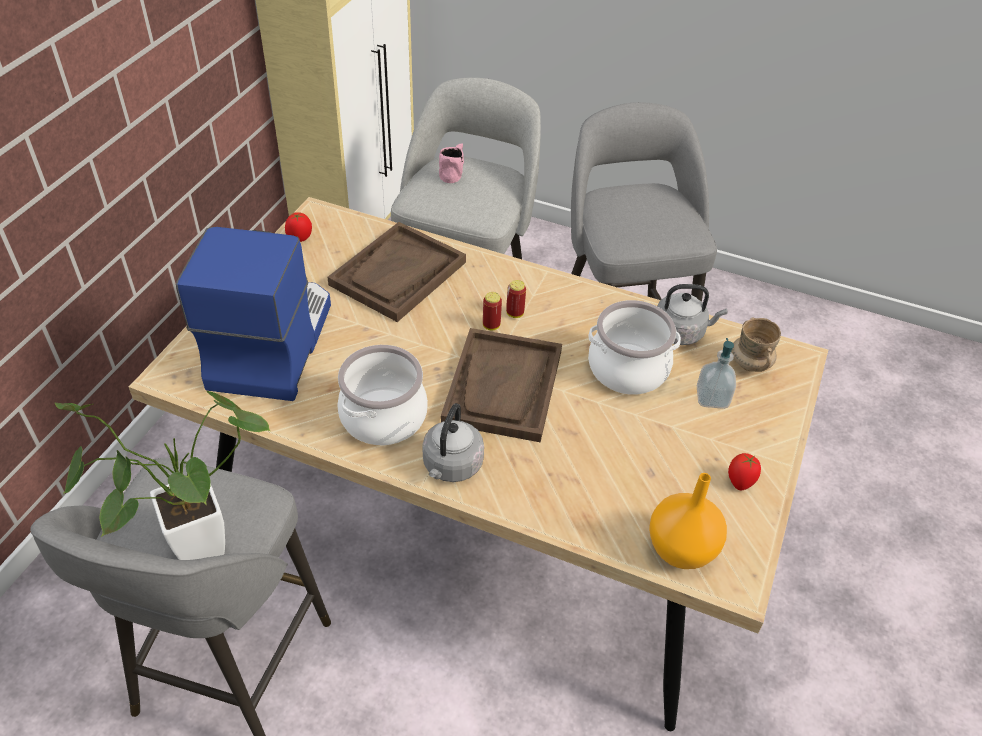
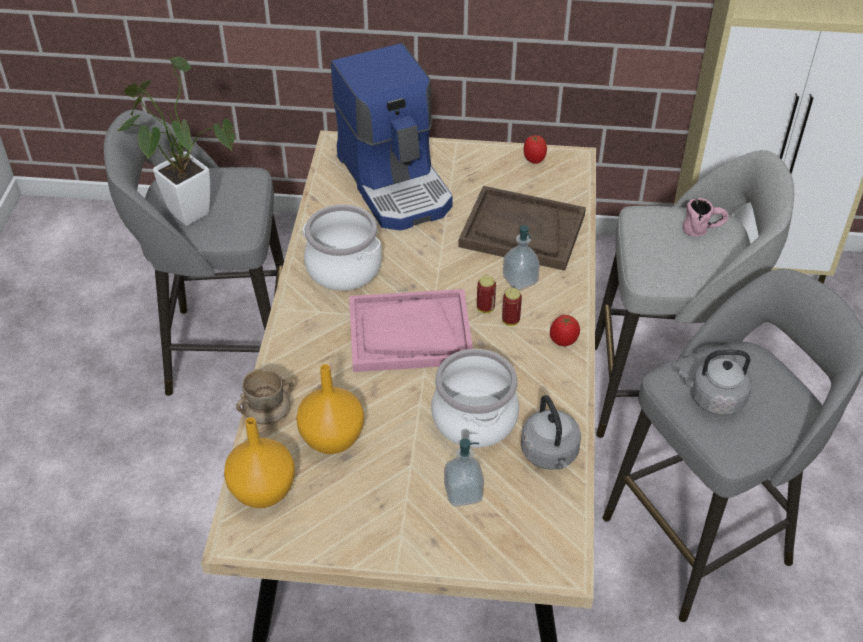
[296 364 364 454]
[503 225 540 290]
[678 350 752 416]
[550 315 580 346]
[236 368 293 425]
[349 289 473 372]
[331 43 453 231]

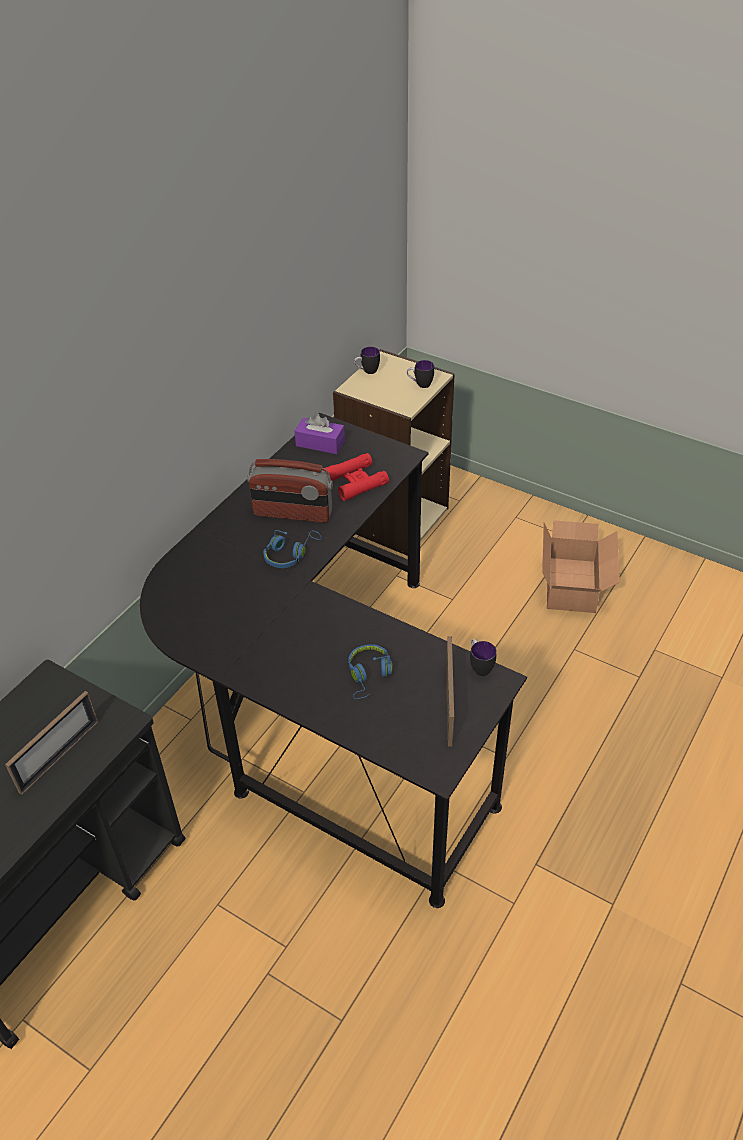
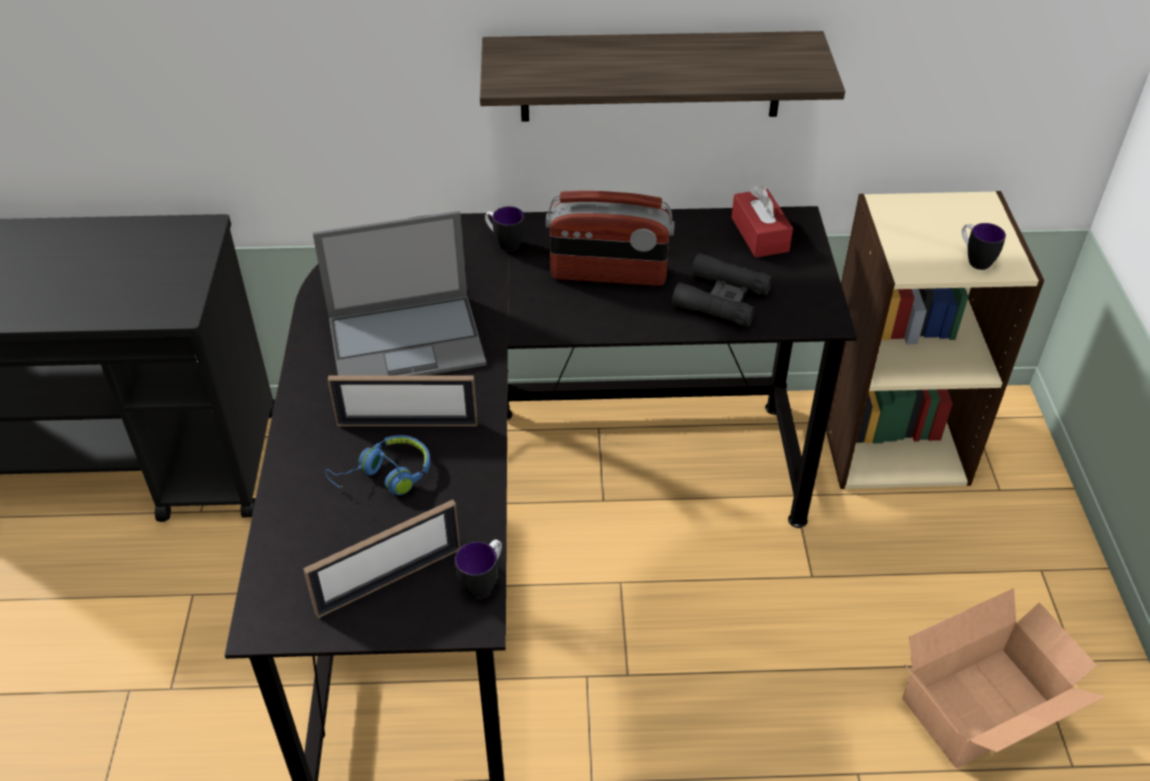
[263 530 321 568] (first image)
[313 211 486 376]
[480 31 845 122]
[327 376 478 426]
[485 206 525 252]
[731 186 793 258]
[672 253 773 327]
[546 191 675 286]

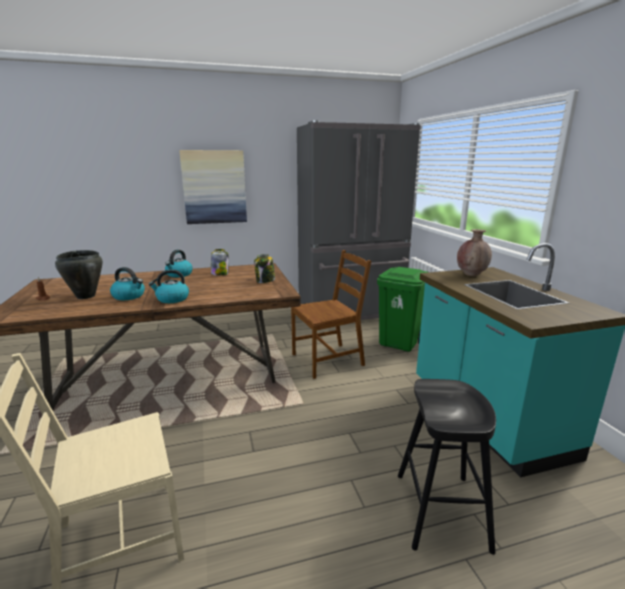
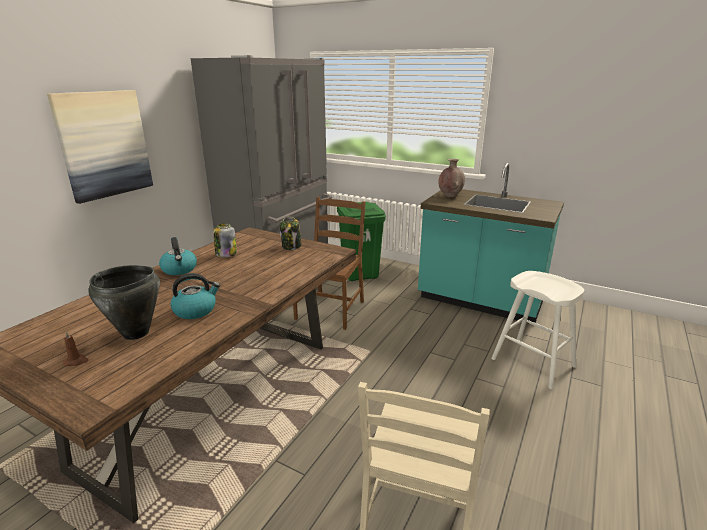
[148 269 189 303] (first image)
[491 271 584 389]

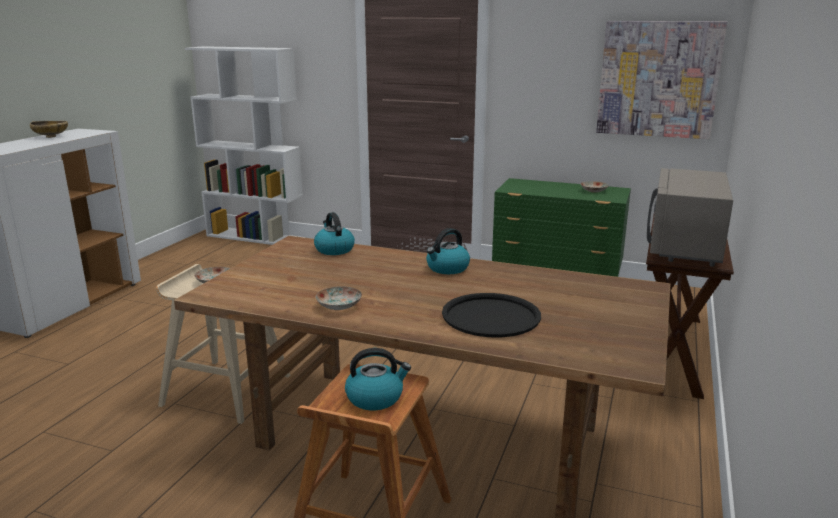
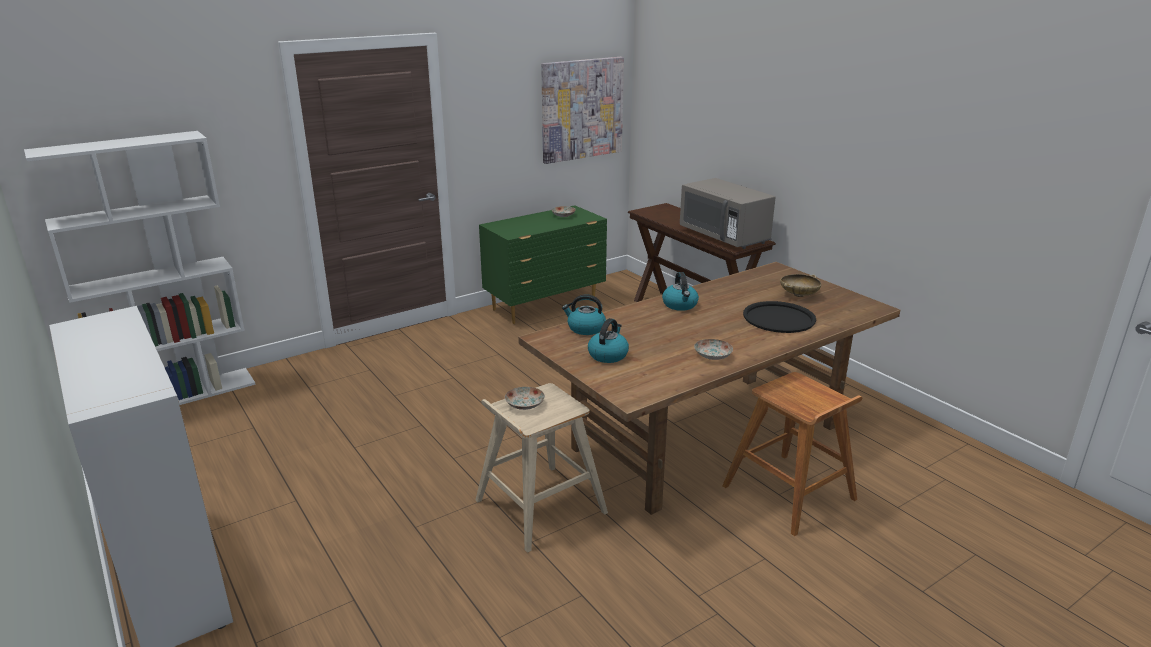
[780 274 821 297]
[588 318 629 363]

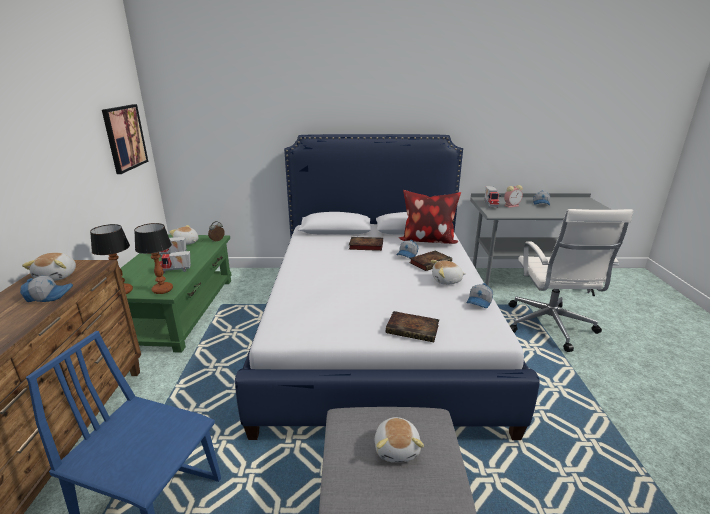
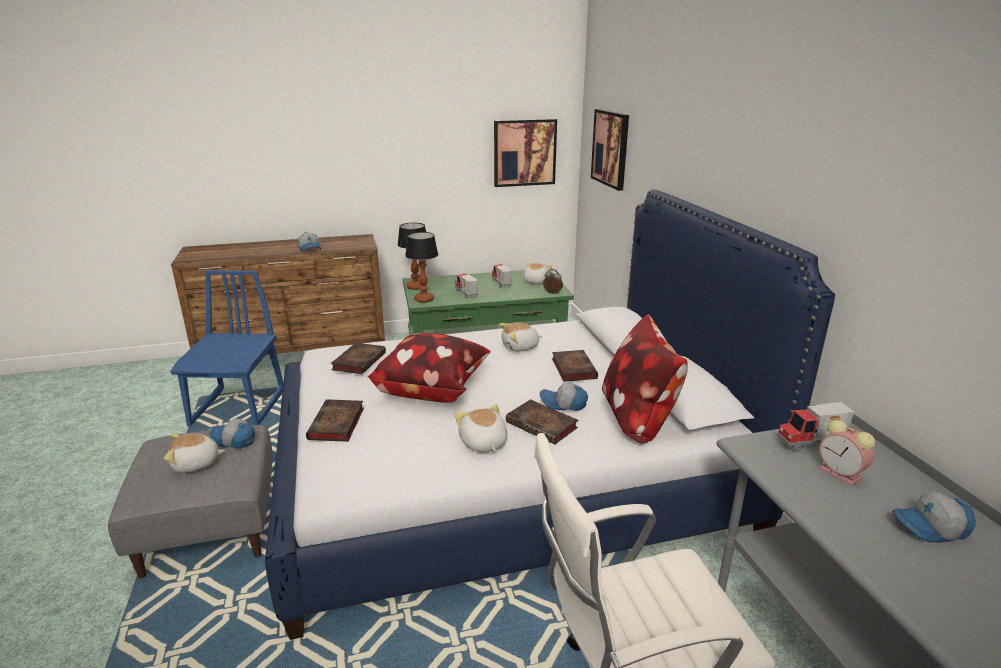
[331 343 386 374]
[367 333 490 403]
[591 109 629 191]
[499 323 542 352]
[209 419 255 448]

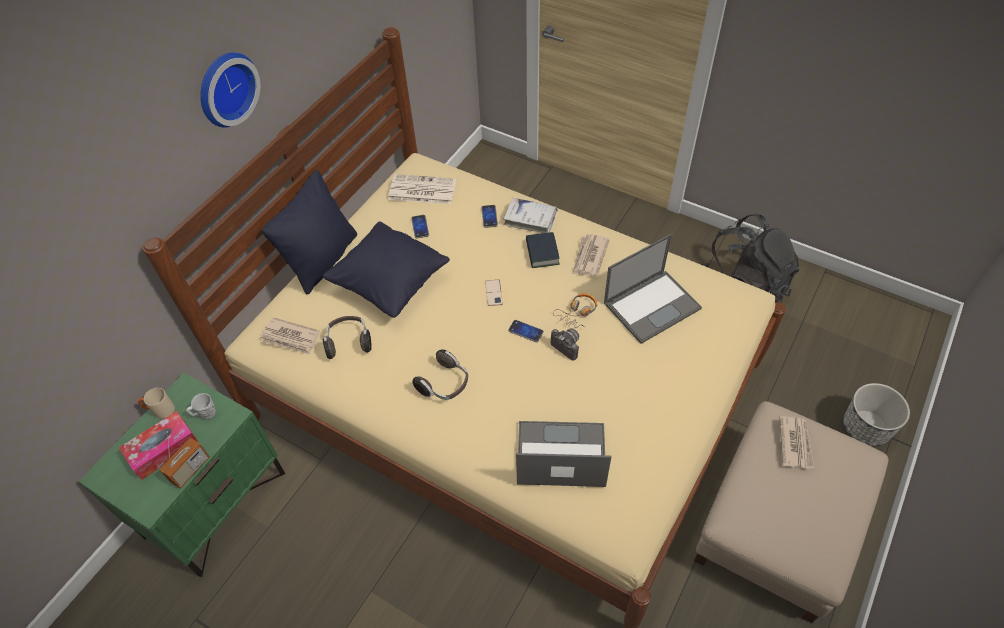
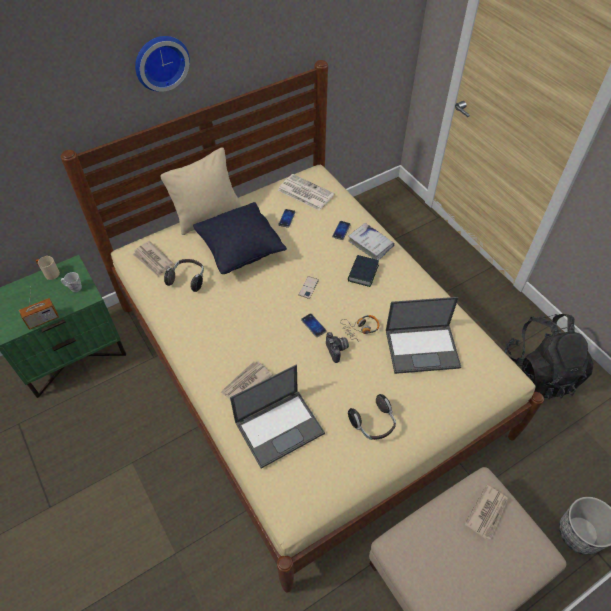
[119 411 199 480] (first image)
[348 394 396 440]
[221 361 273 399]
[160 147 241 235]
[230 364 325 469]

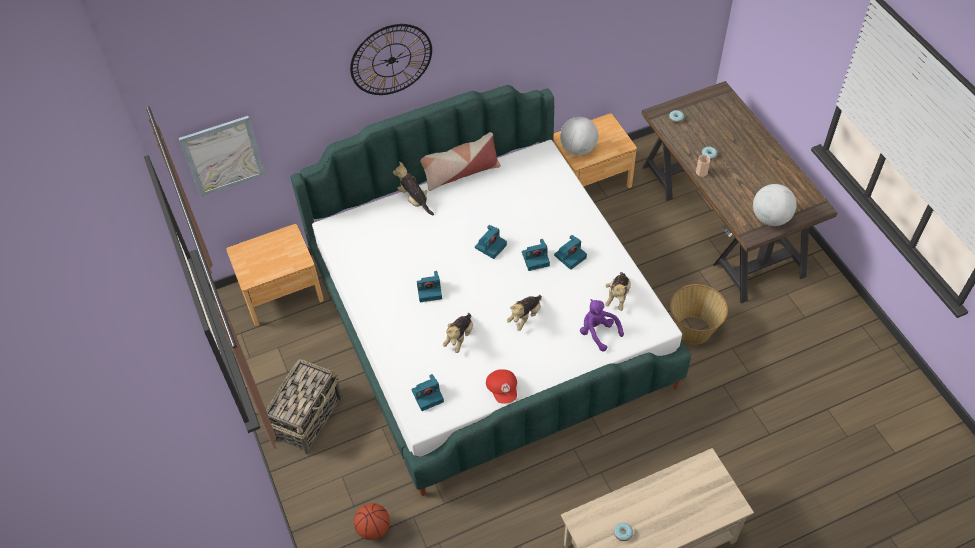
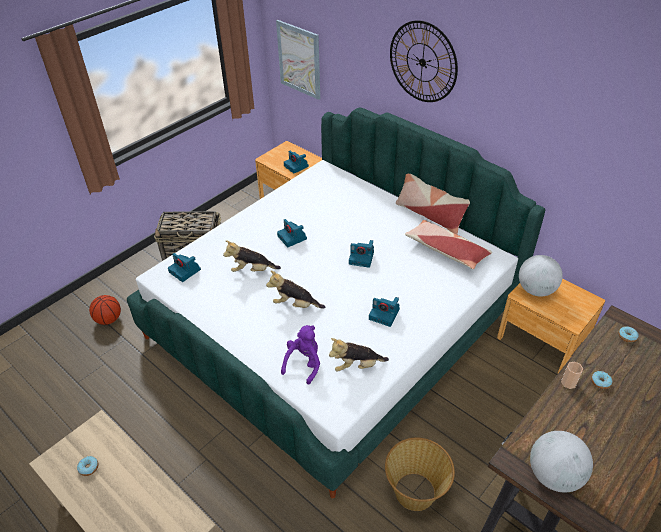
[393 162 434 215] (first image)
[486 369 517 404] (first image)
[405 220 492 269]
[284 151 309 173]

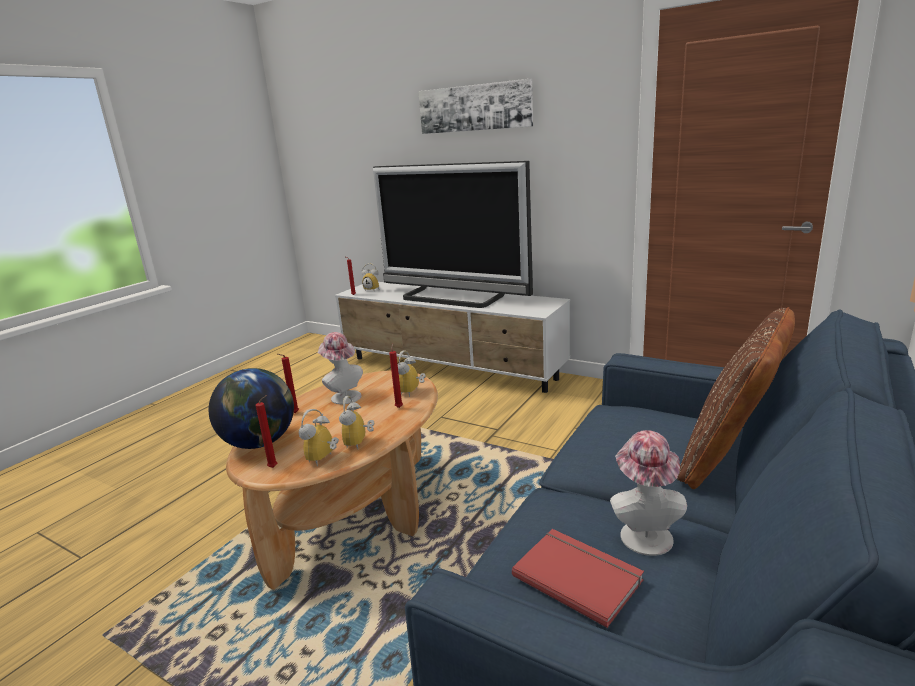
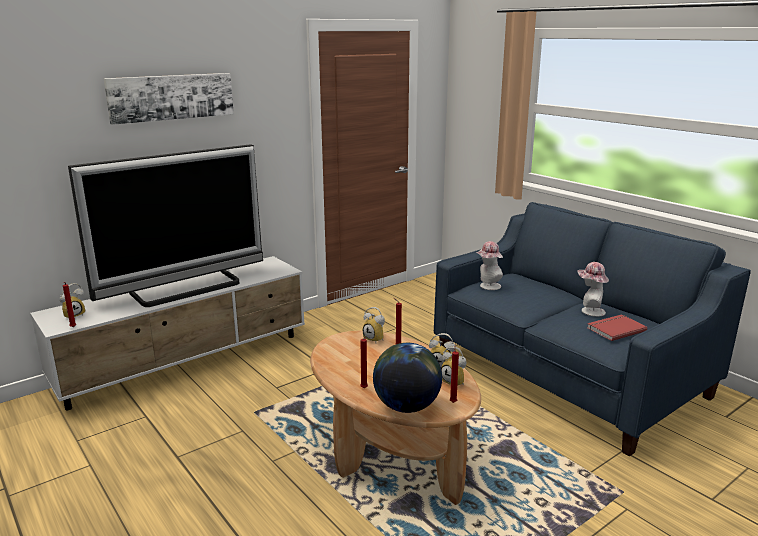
[677 307 795 489] (first image)
[476 241 503 290]

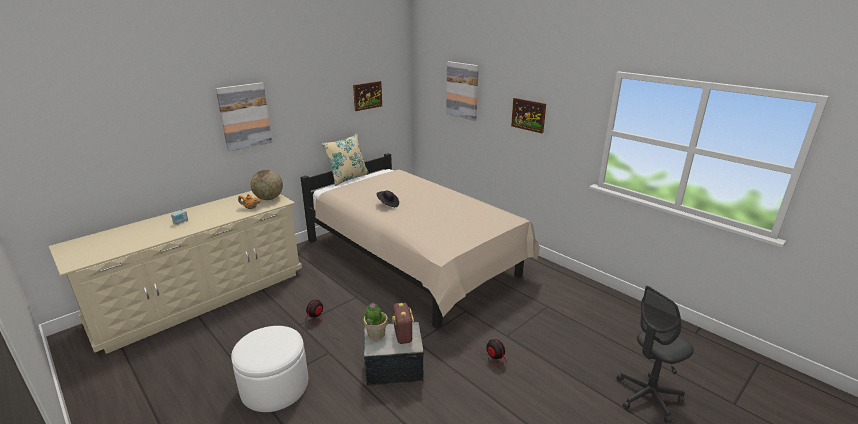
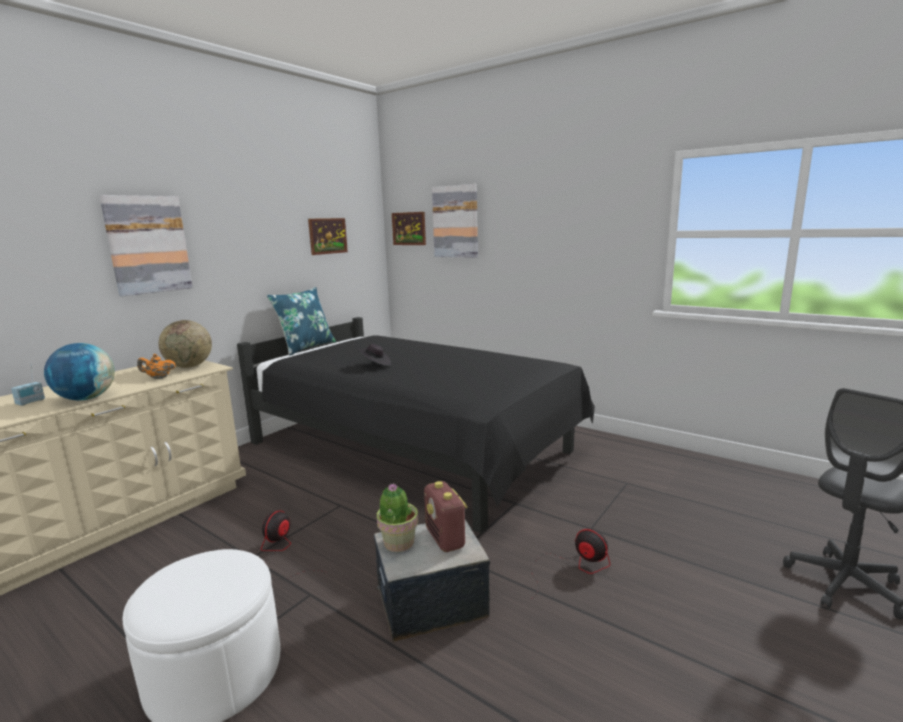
[44 343 115 400]
[392 212 426 245]
[237 317 595 533]
[267 287 336 356]

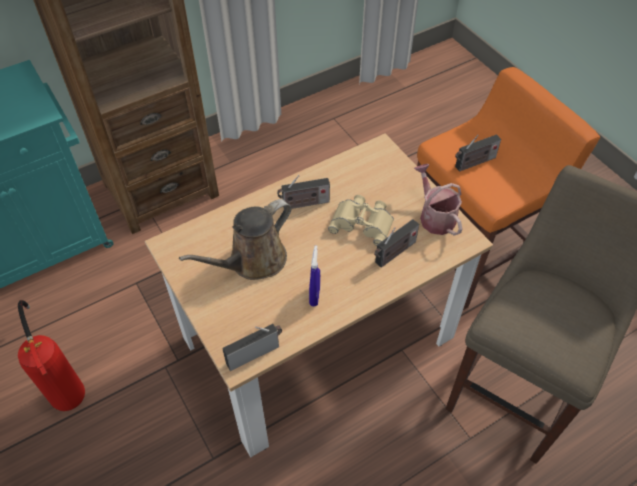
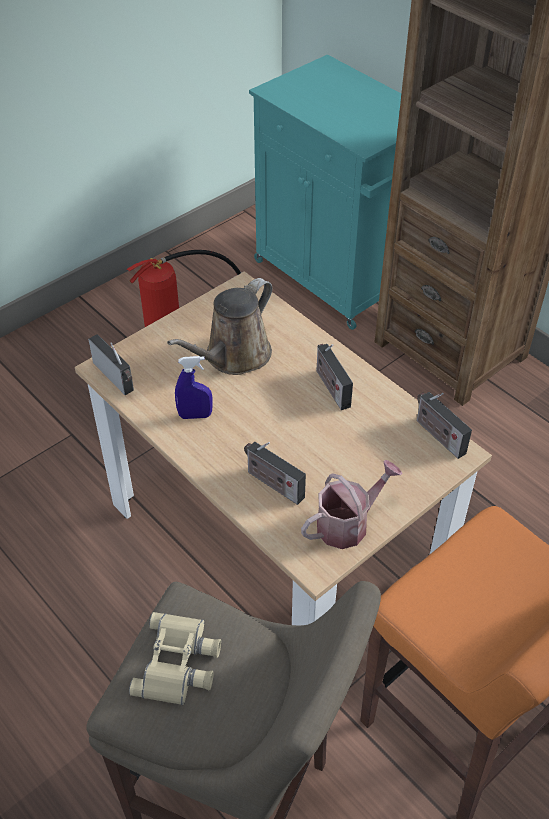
[129 612 221 705]
[417 392 472 459]
[167 278 272 375]

